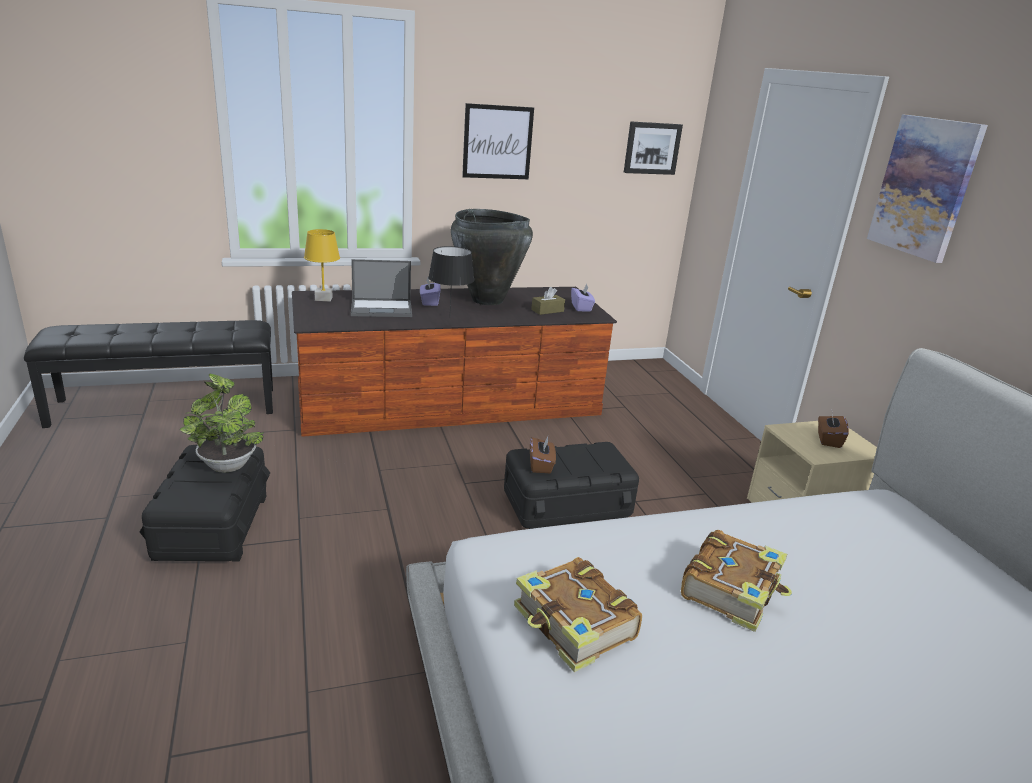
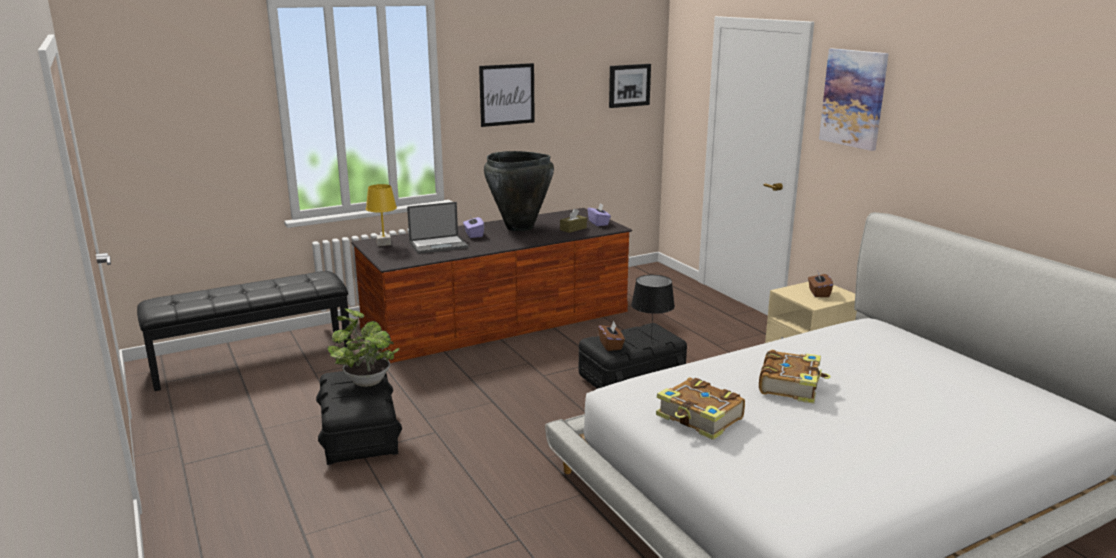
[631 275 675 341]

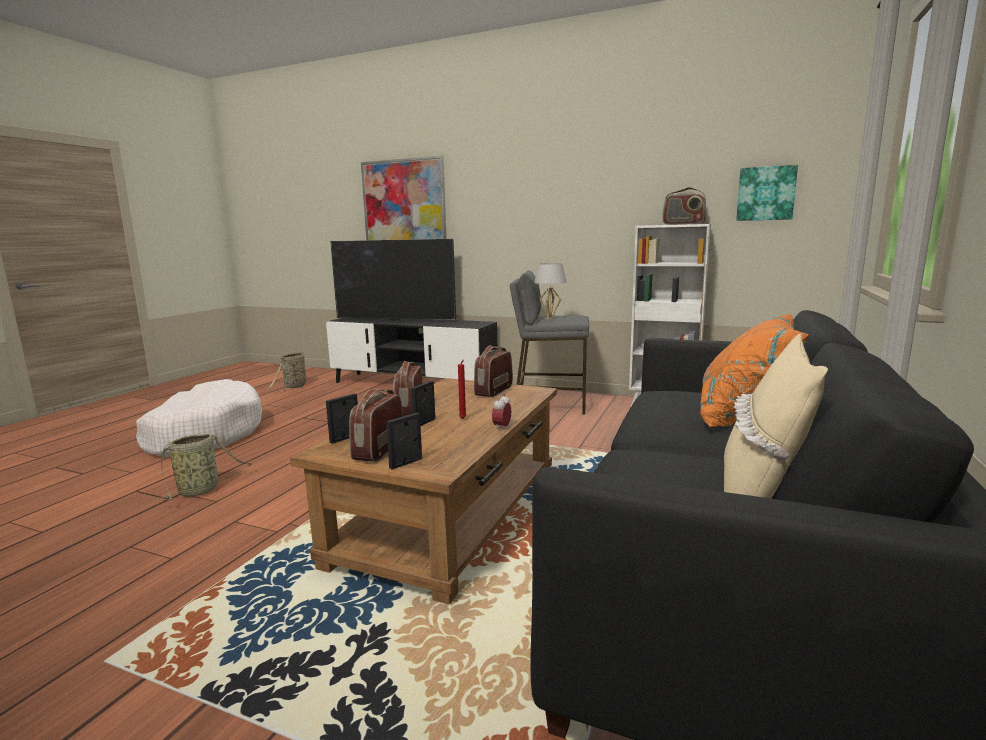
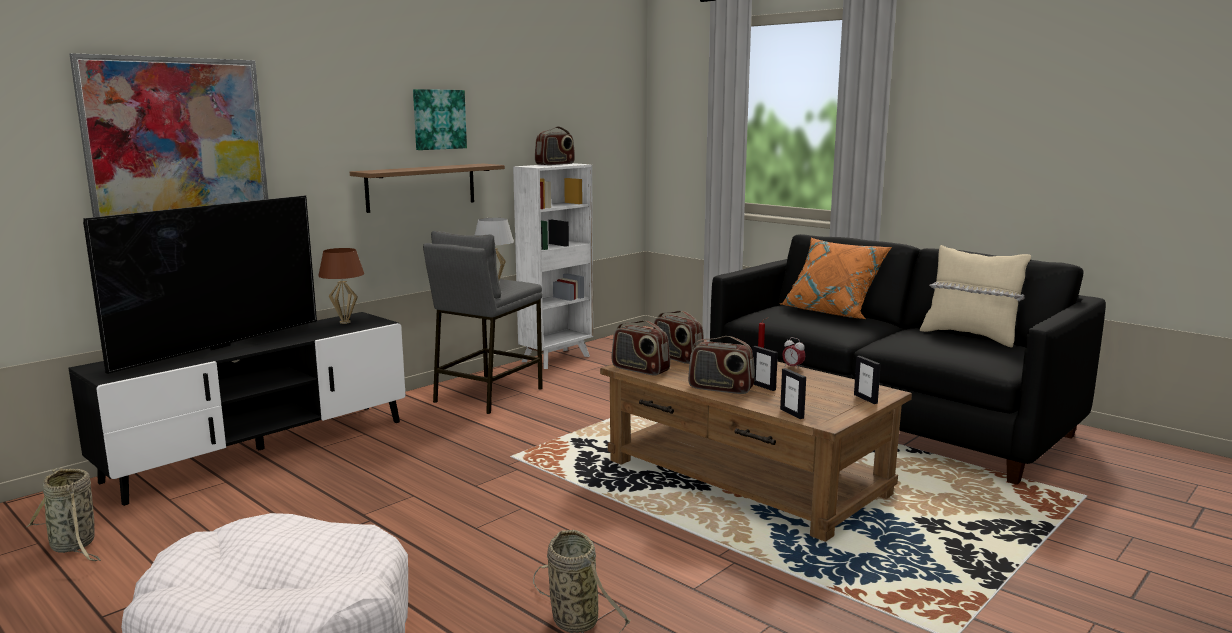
[318 248 364 324]
[350 164 505 213]
[612 320 670 376]
[413 89 467 150]

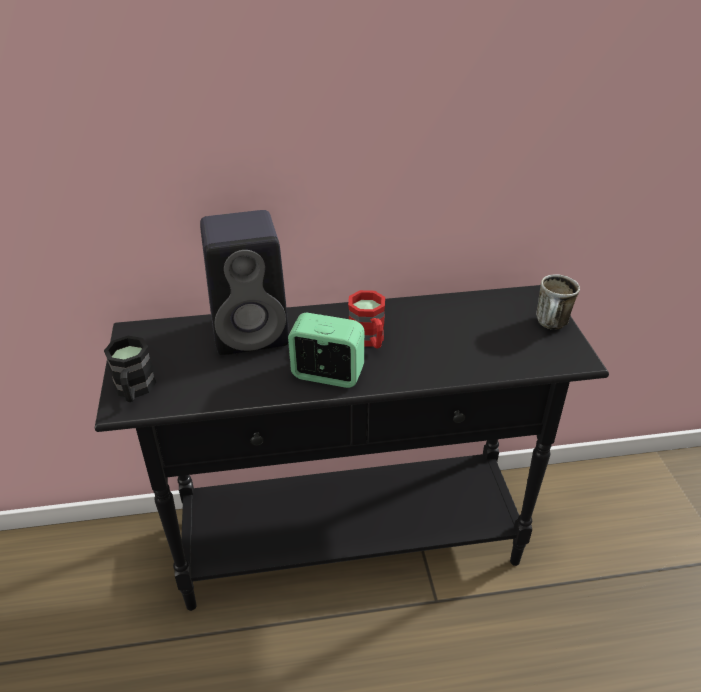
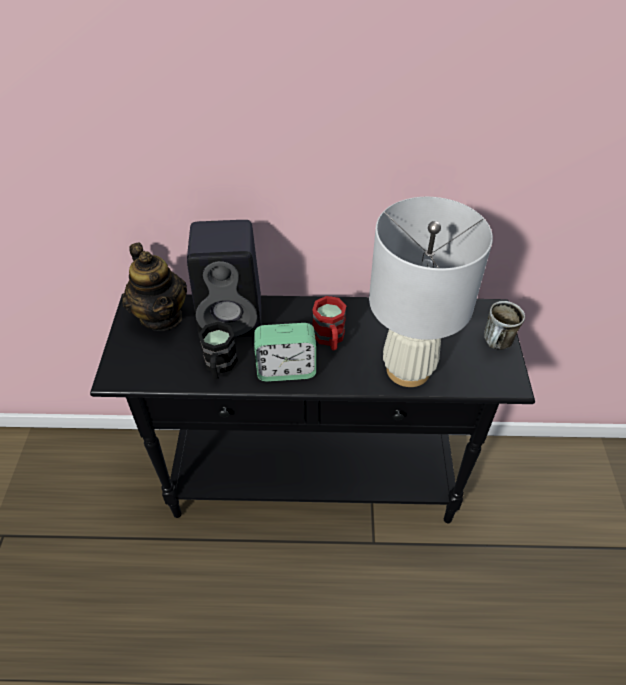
[122 243 187 331]
[369 197 493 387]
[198 322 238 379]
[254 323 316 382]

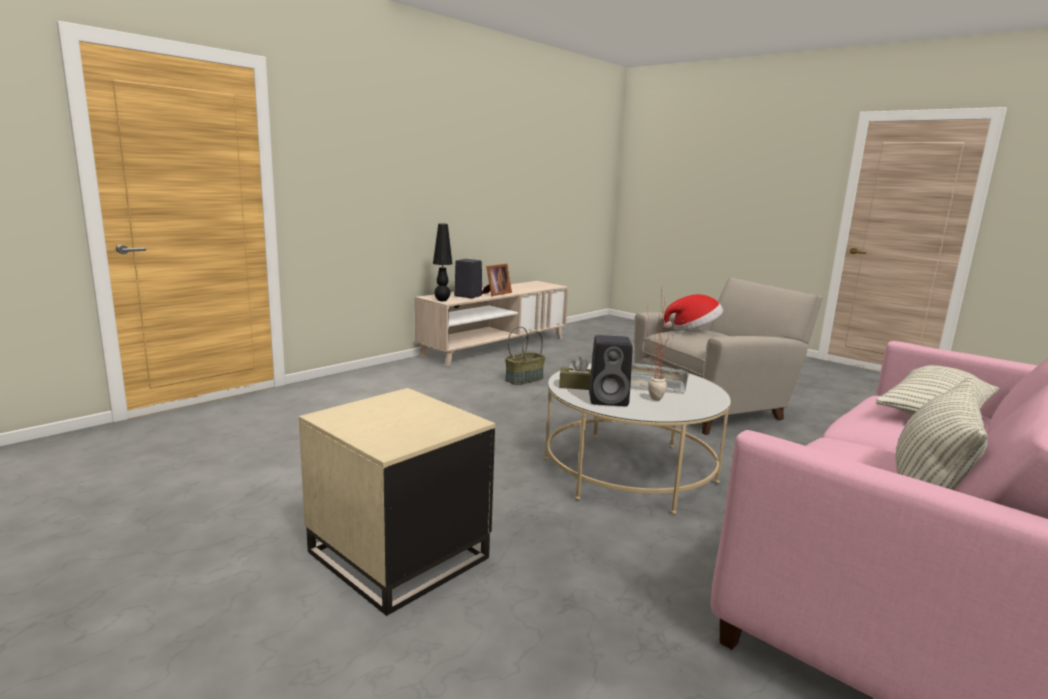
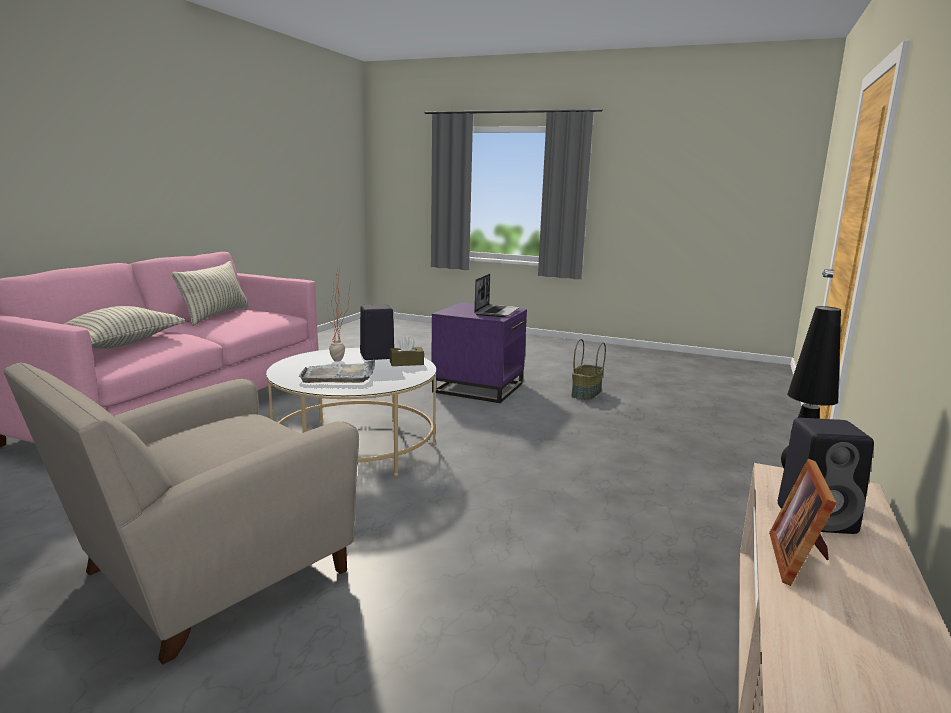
[664 294 723 331] (first image)
[474 274 520 317]
[571 339 606 400]
[431 302 527 403]

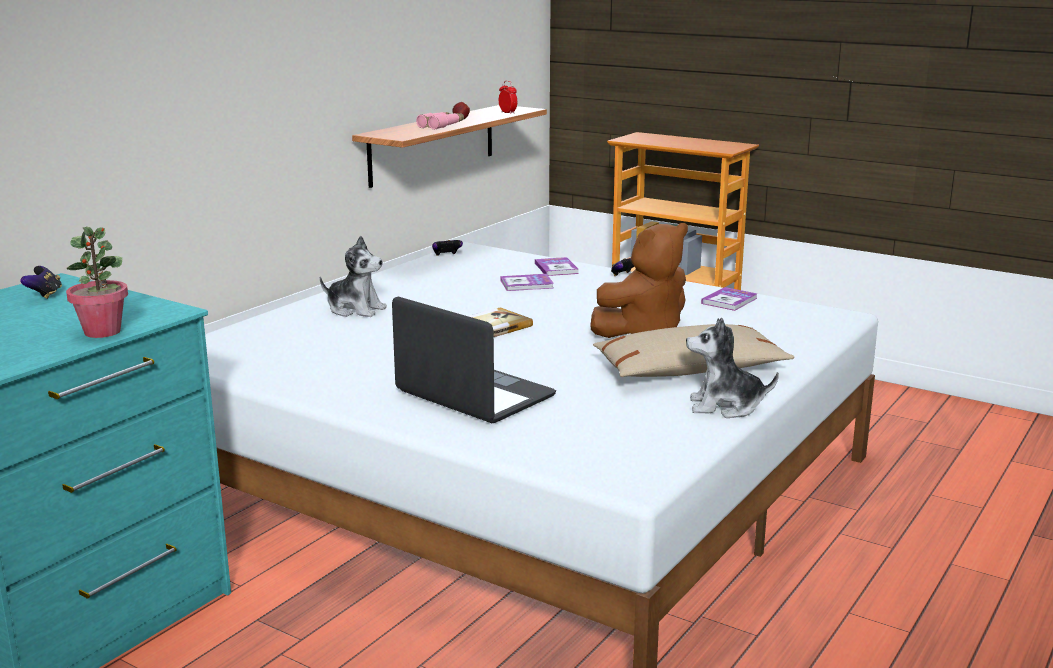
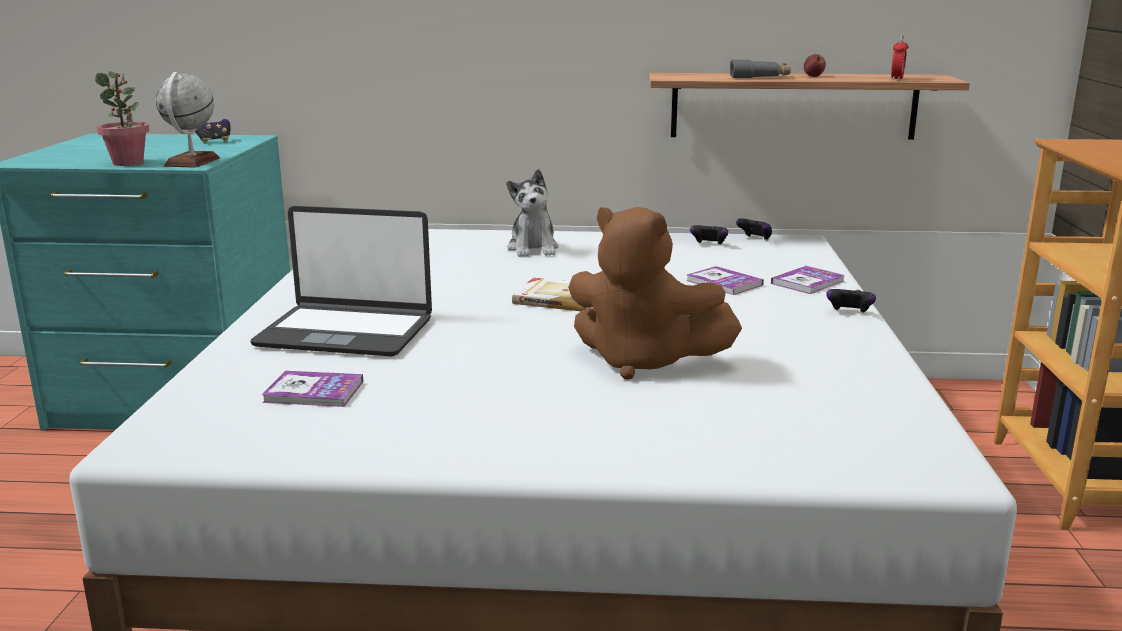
[593 324 795 377] (first image)
[686 317 779 418] (first image)
[156 72 220 168]
[690 225 728 245]
[262 371 363 407]
[730 59 791 78]
[250 206 432 356]

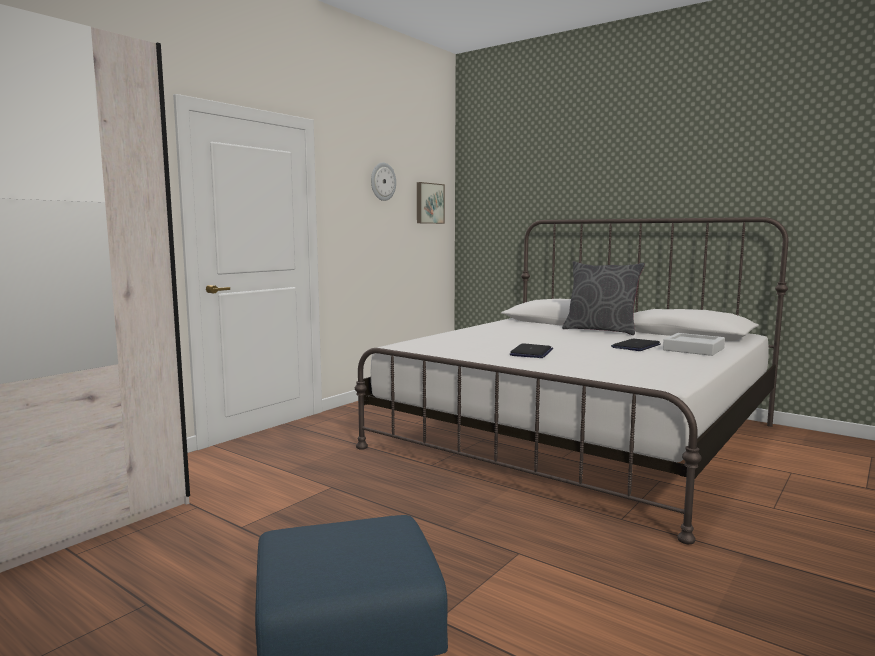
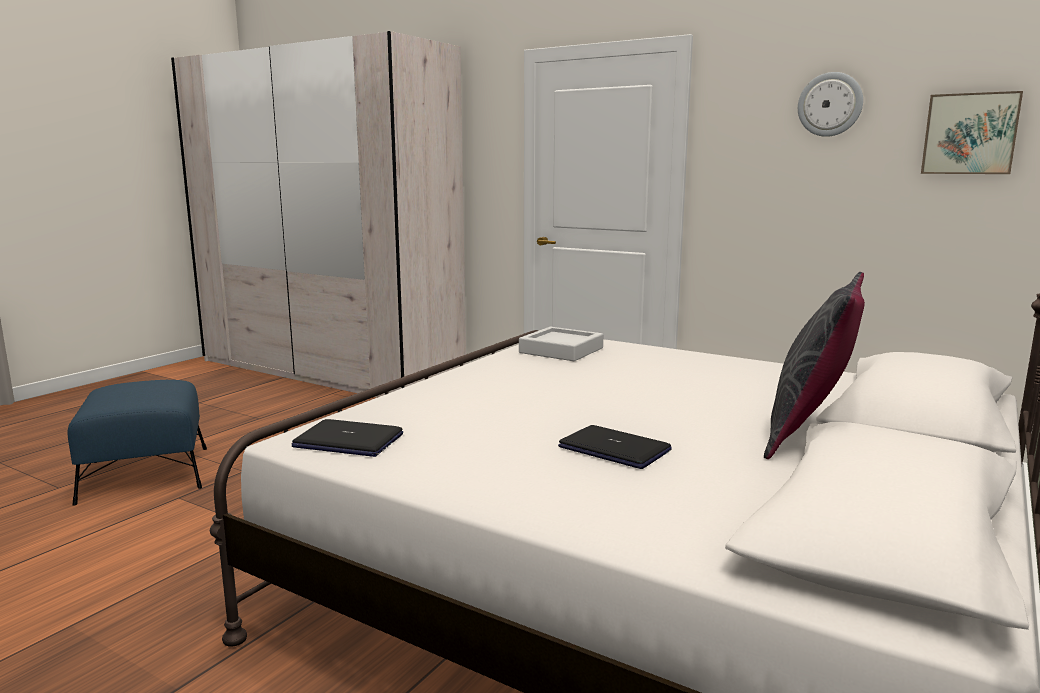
[291 419 403 457]
[519 327 603 361]

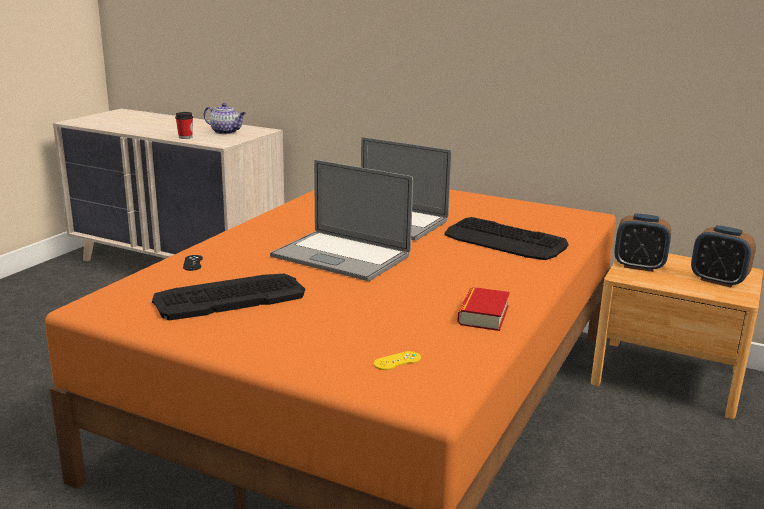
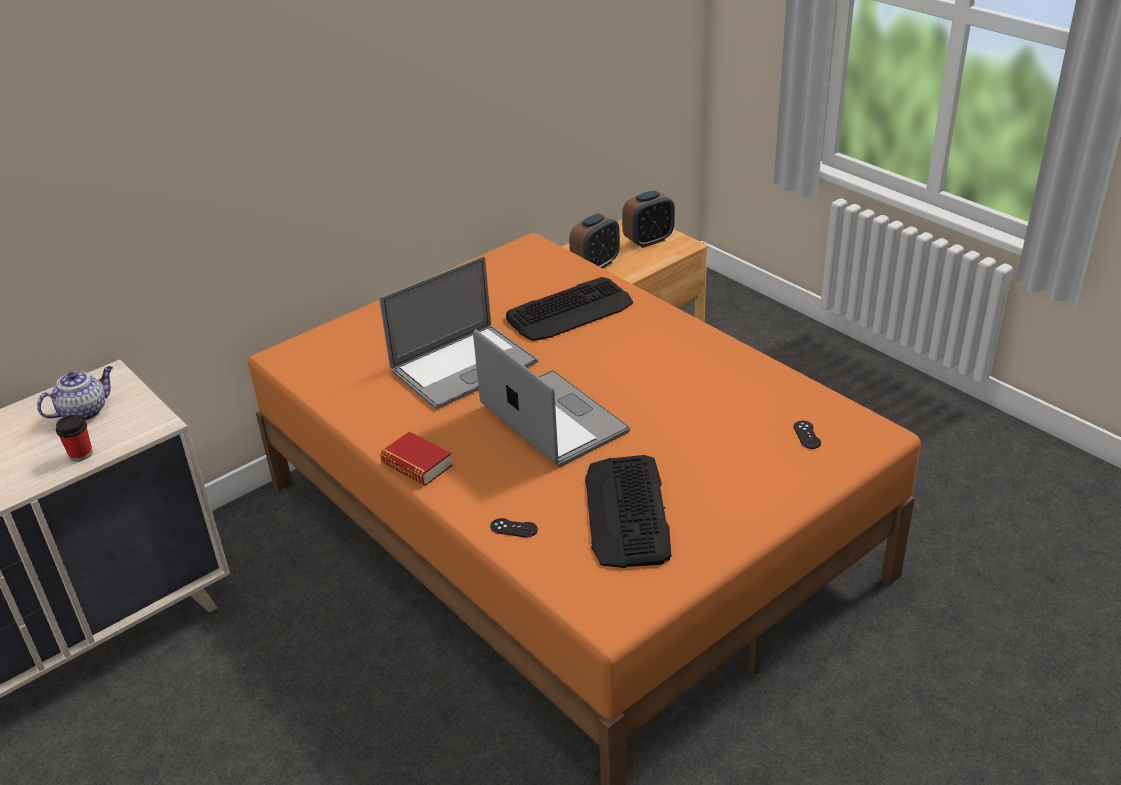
[380 431 453 486]
[794 421 821 449]
[473 329 630 467]

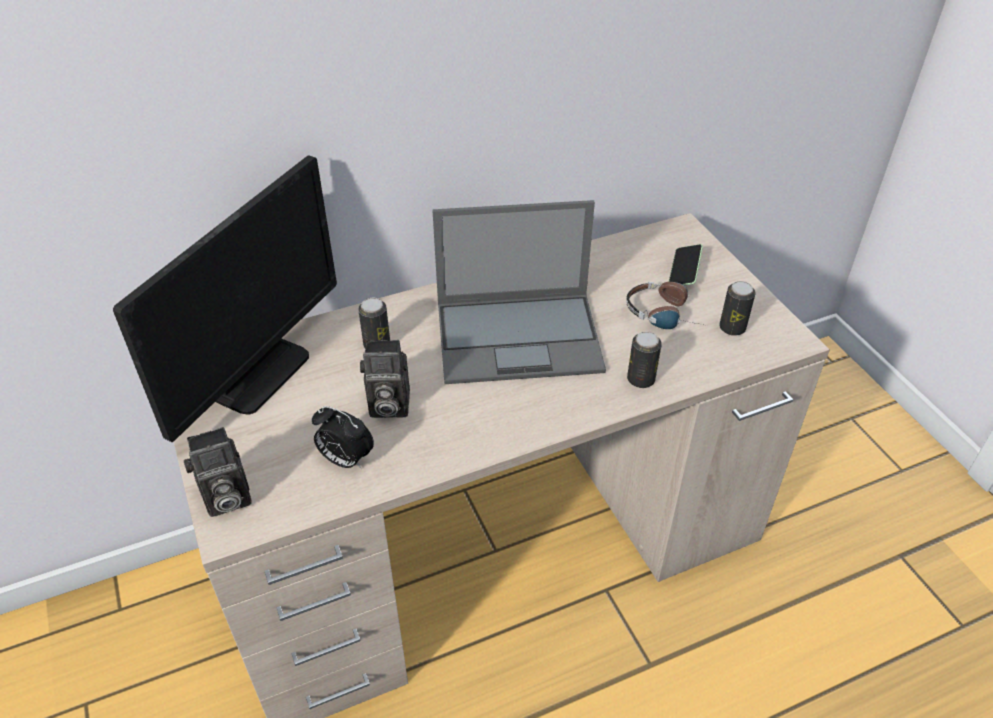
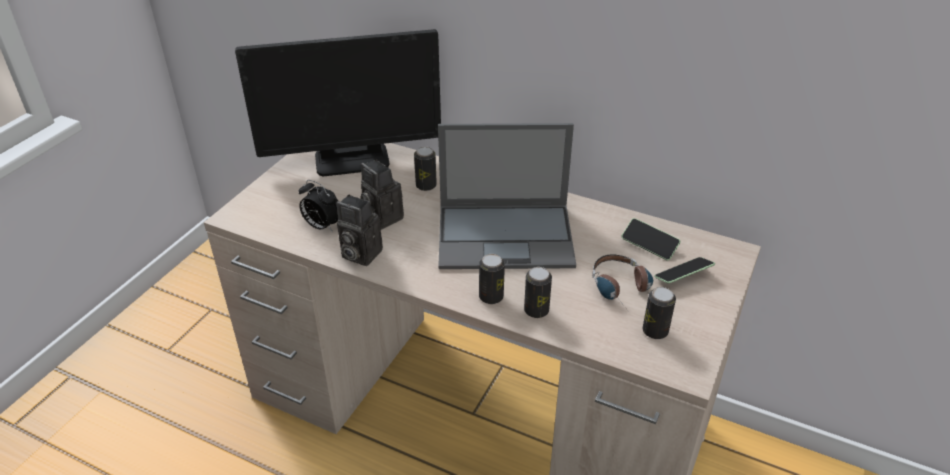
[479 254 505 304]
[621 218 680 260]
[336 195 383 266]
[299 180 338 232]
[438 123 576 269]

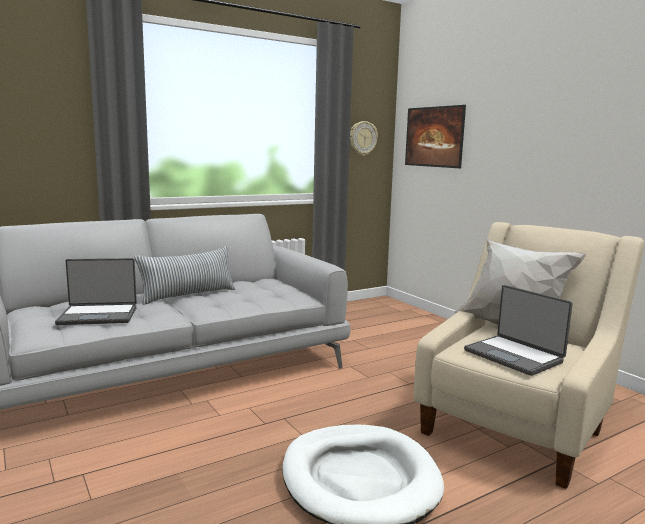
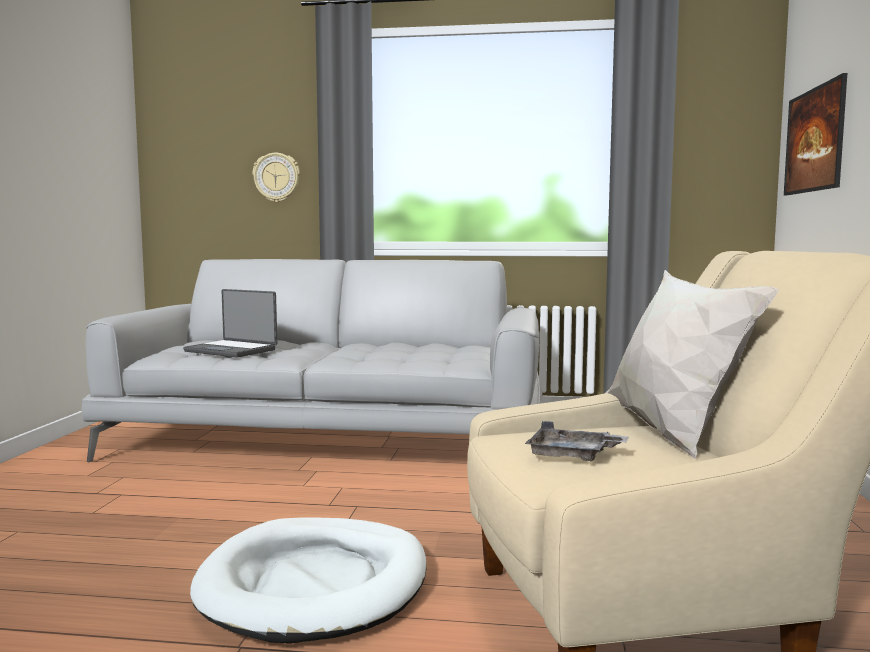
[135 246 235 305] (first image)
[253 153 300 202]
[525 421 629 461]

